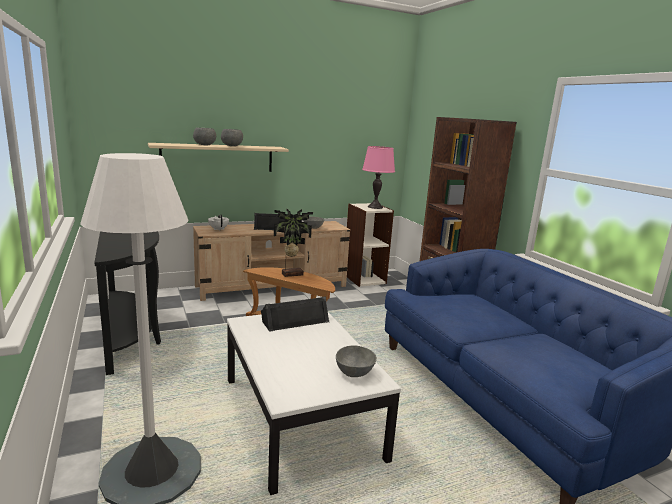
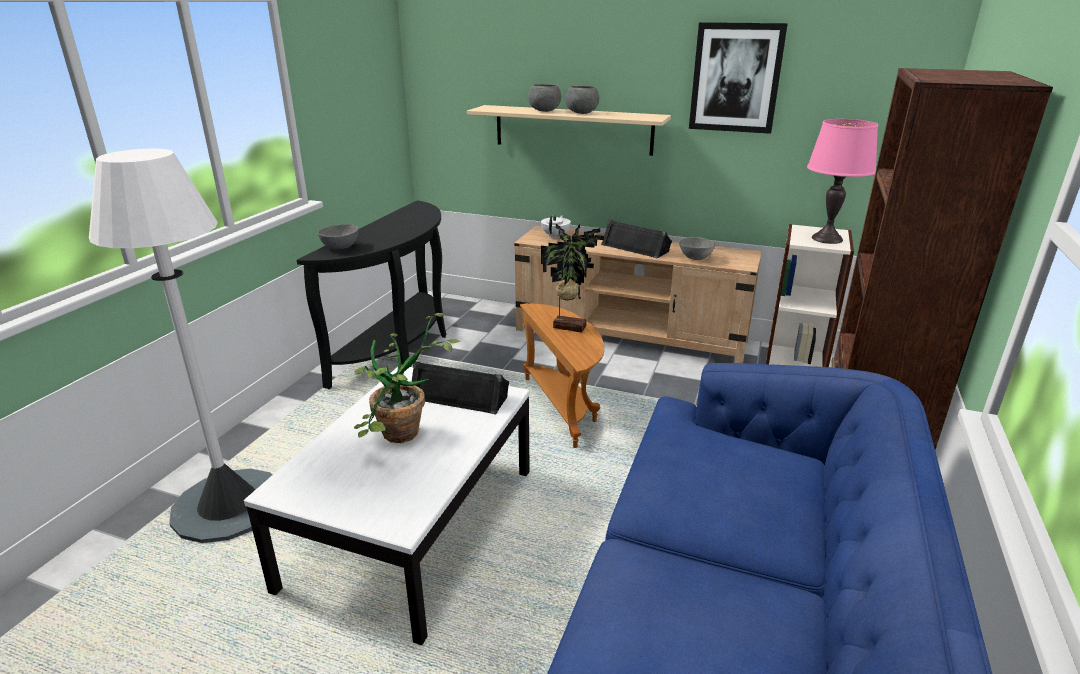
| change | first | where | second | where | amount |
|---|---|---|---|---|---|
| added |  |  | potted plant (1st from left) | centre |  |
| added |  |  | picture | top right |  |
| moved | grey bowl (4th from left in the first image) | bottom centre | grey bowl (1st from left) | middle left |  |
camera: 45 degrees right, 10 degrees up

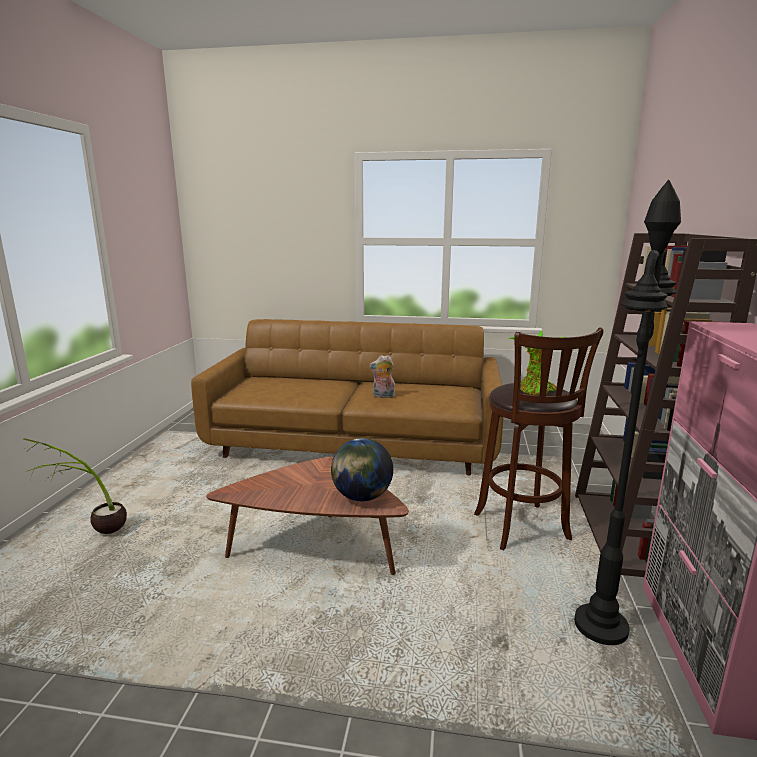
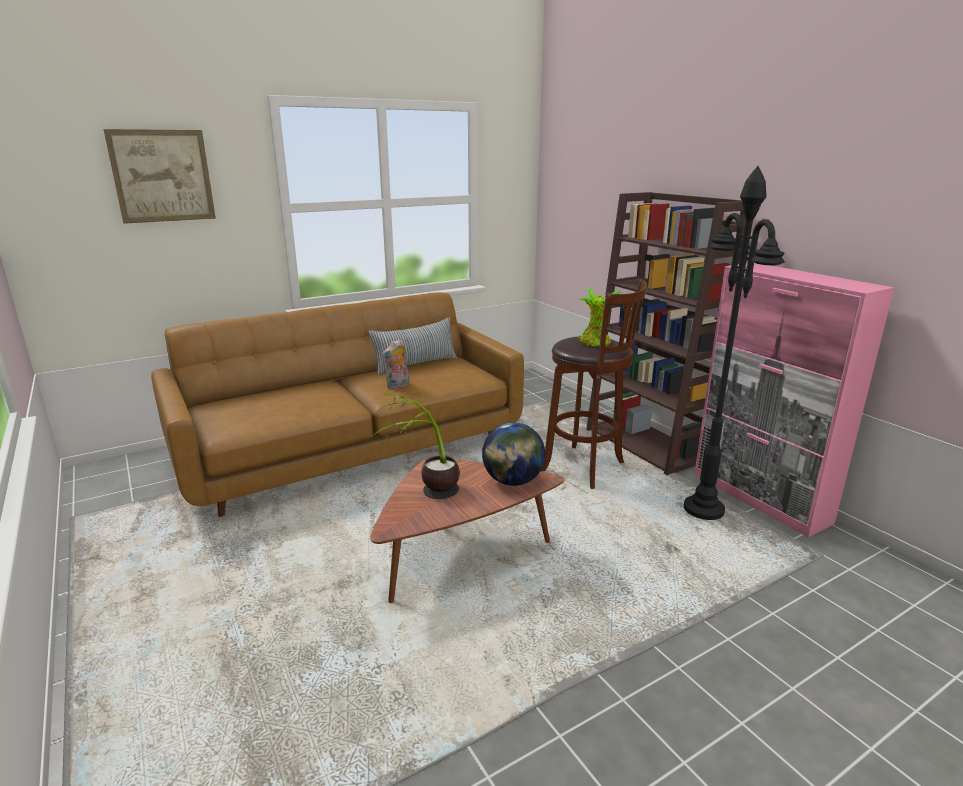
| change | first | where | second | where | amount |
|---|---|---|---|---|---|
| added |  |  | picture | top left |  |
| added |  |  | pillow | centre |  |
| moved | potted plant (1st from left) | middle left |  | centre |  |
camera: 40 degrees left, 5 degrees up

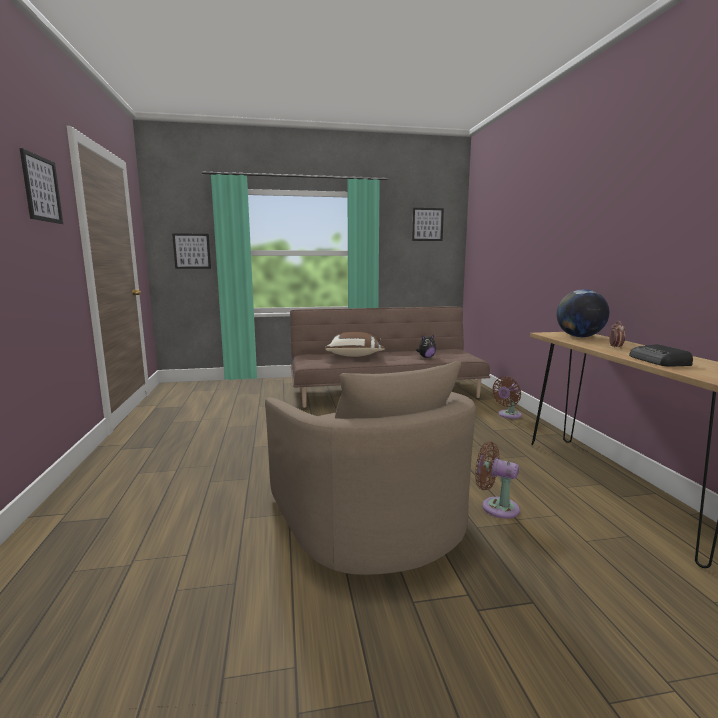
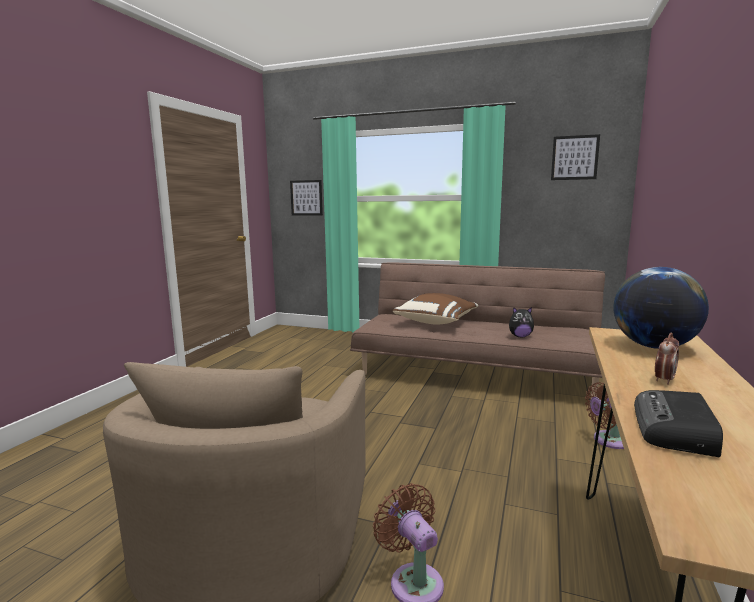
| change | first | where | second | where | amount |
|---|---|---|---|---|---|
| removed | picture (1st from left) | top left |  |  |  |
camera: 30 degrees right, 0 degrees up

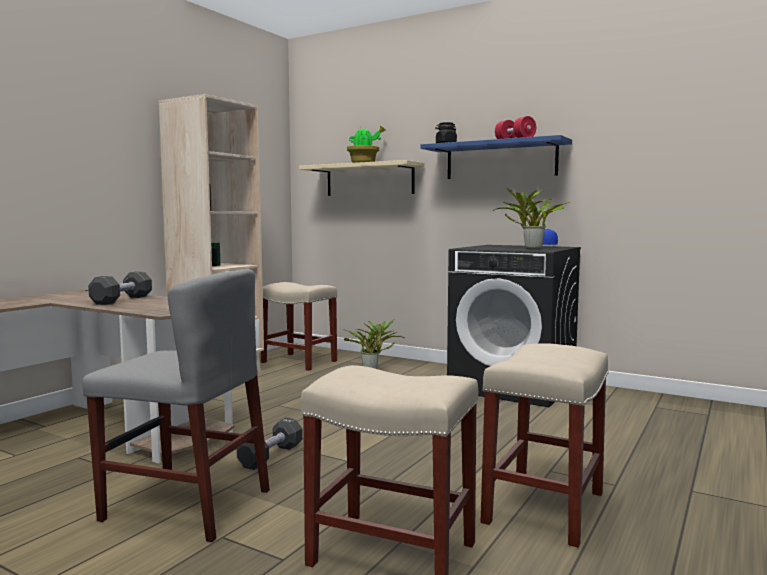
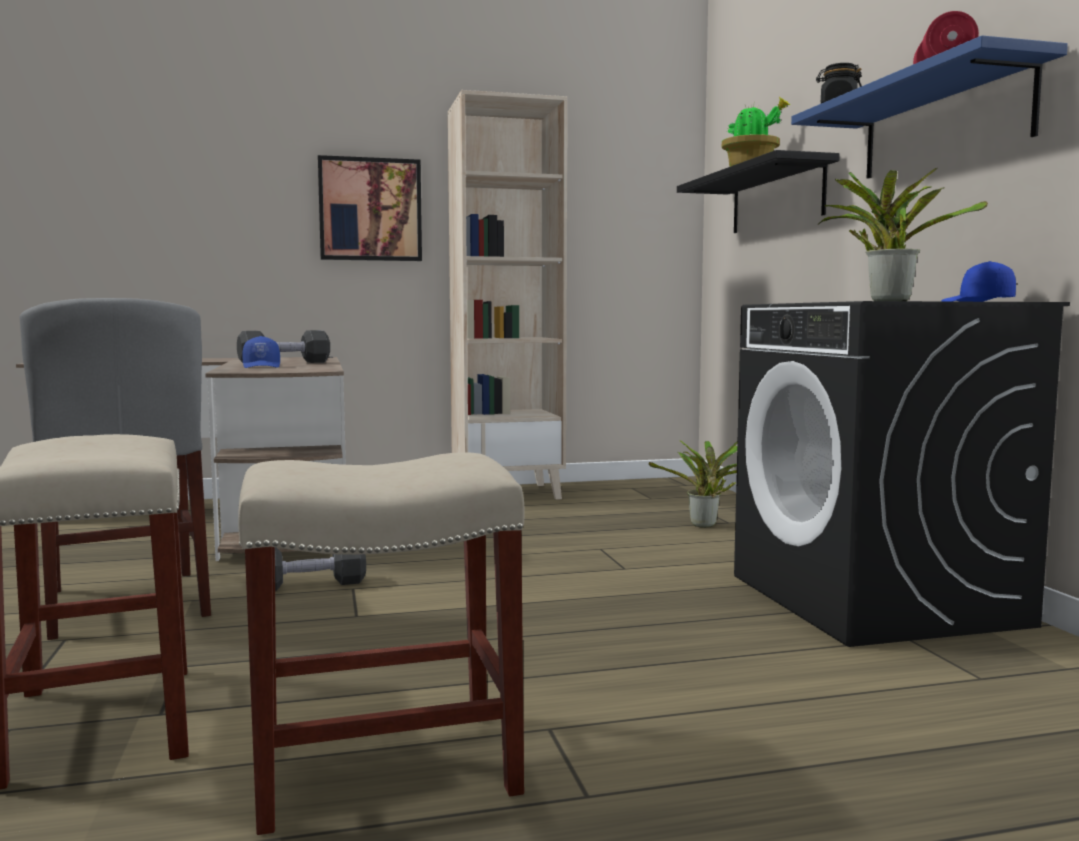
| change | first | where | second | where | amount |
|---|---|---|---|---|---|
| removed | beige stool (1st from left) | centre |  |  |  |
| added |  |  | blue cap (1st from left) | middle left |  |
| added |  |  | picture | top centre |  |
| recoloured | beige shelf | top centre | black shelf | top right |  |
camera: 45 degrees right, 0 degrees up

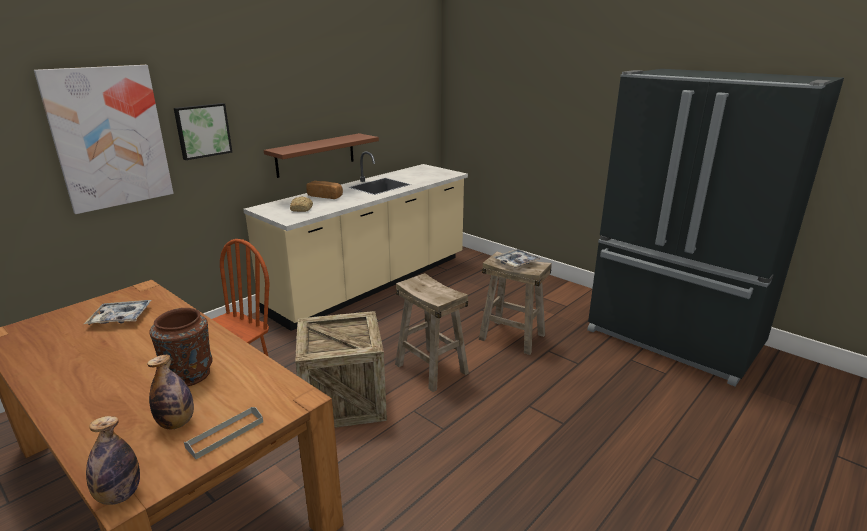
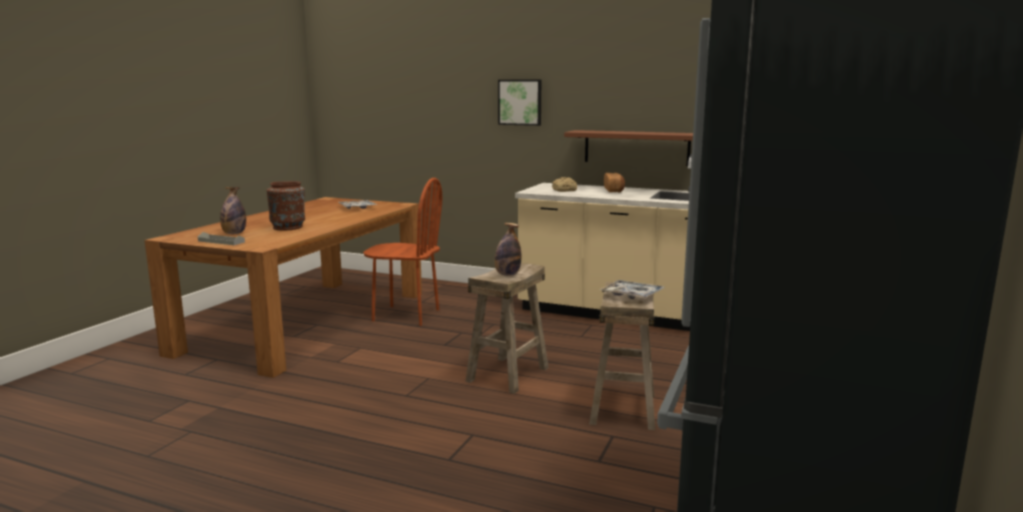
| change | first | where | second | where | amount |
|---|---|---|---|---|---|
| removed | picture (1st from left) | top left |  |  |  |
| removed | crate | bottom centre |  |  |  |
| moved | bottle (1st from left in the first image) | bottom left | bottle (2nd from left) | centre |  |
camera: 70 degrees right, 10 degrees down

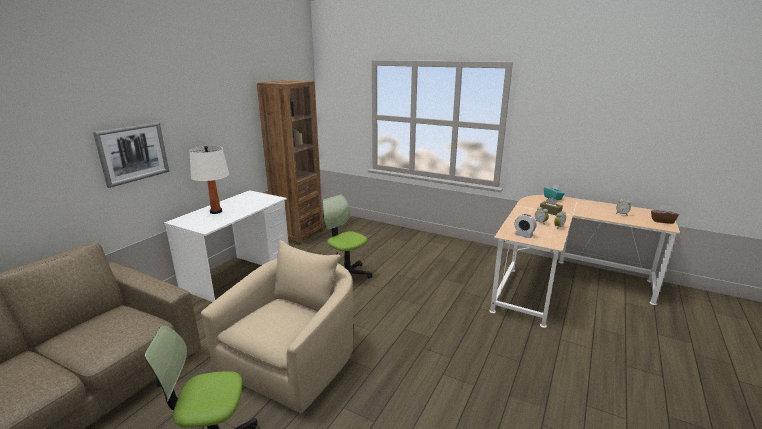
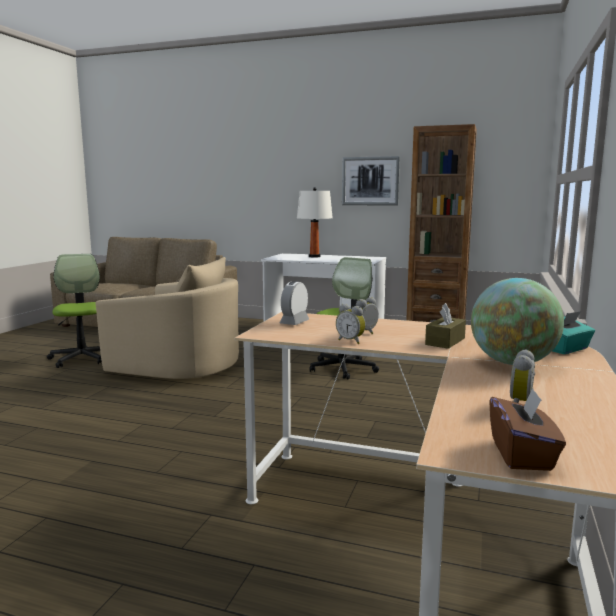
| change | first | where | second | where | amount |
|---|---|---|---|---|---|
| added |  |  | globe | middle right |  |
| moved | picture | middle left |  | top centre |  |
camera: 80 degrees right, 10 degrees down

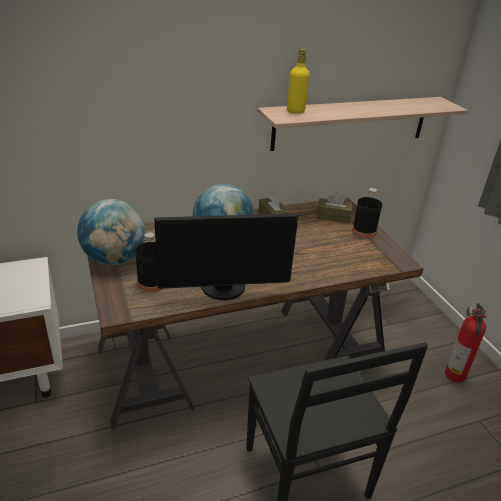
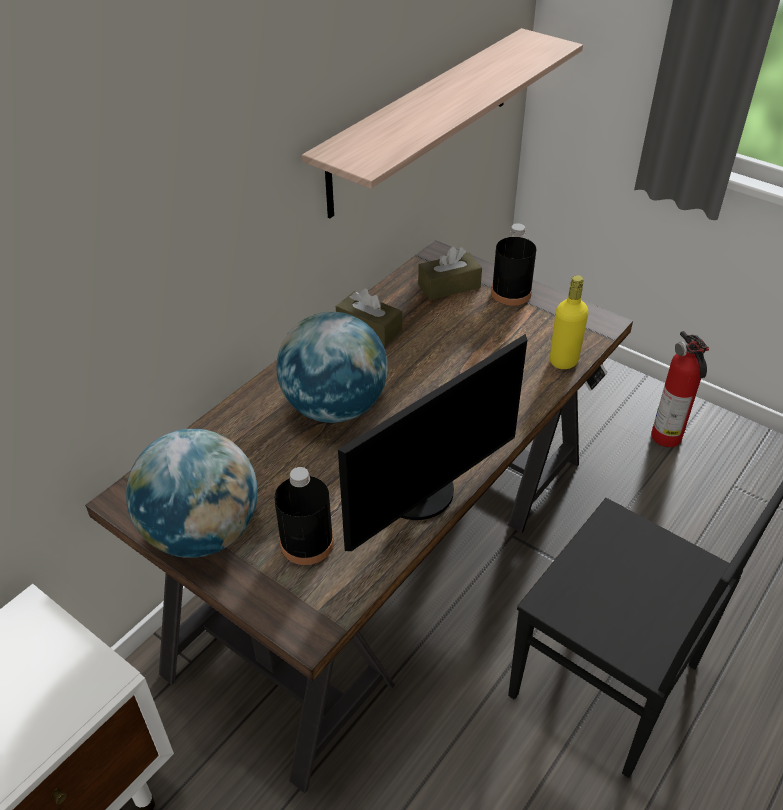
| change | first | where | second | where | amount |
|---|---|---|---|---|---|
| moved | yellow bottle | top centre |  | middle right |  |
camera: 30 degrees left, 10 degrees up

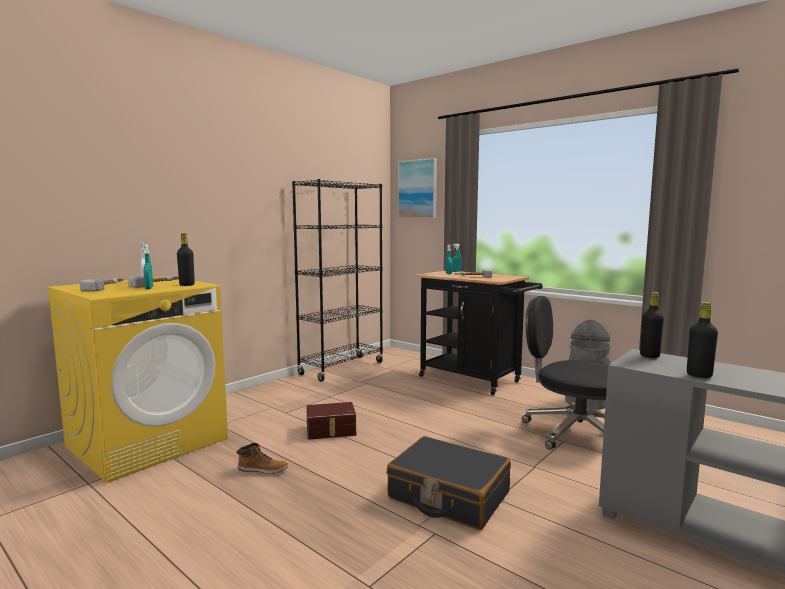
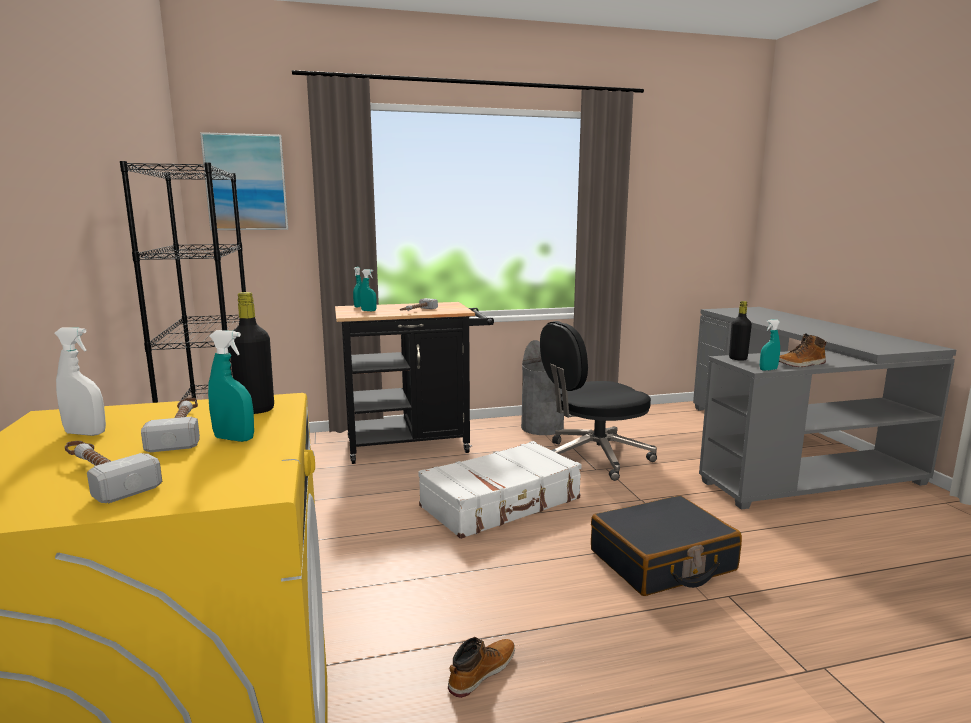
| change | first | where | second | where | amount |
|---|---|---|---|---|---|
| removed | brown storage box | bottom centre |  |  |  |
| added |  |  | white suitcase | bottom centre |  |
| added |  |  | turquoise spray bottle (4th from left) | middle right |  |
| replaced | black bottle (3rd from left) | middle right | boot (2nd from left) | middle right |  |
camera: 55 degrees left, 5 degrees up

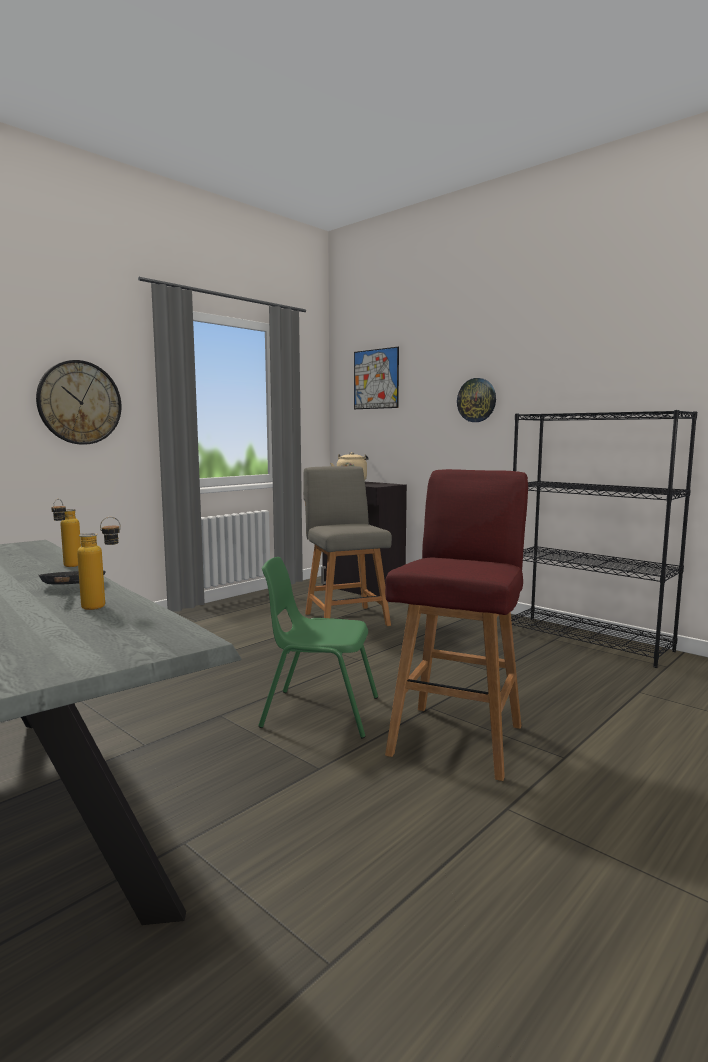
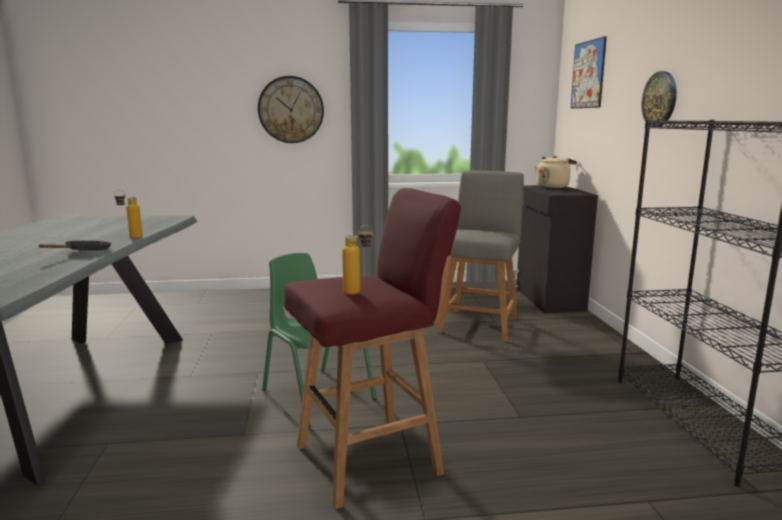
| change | first | where | second | where | amount |
|---|---|---|---|---|---|
| moved | bottle (2nd from left) | middle left |  | centre |  |
camera: 40 degrees right, 5 degrees up

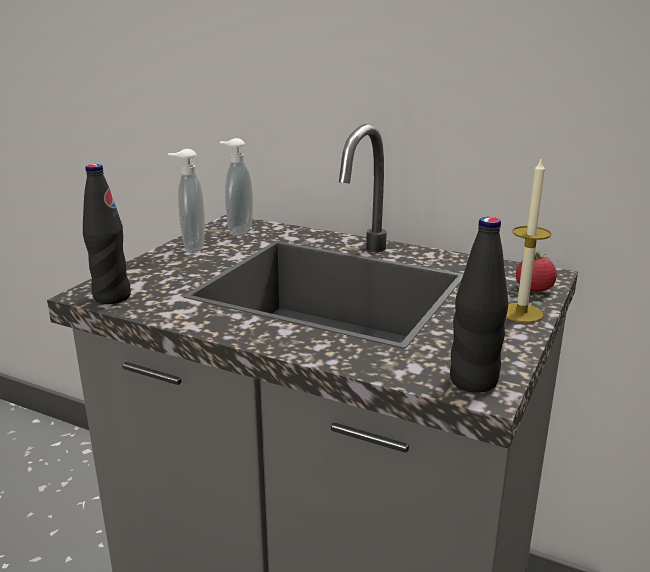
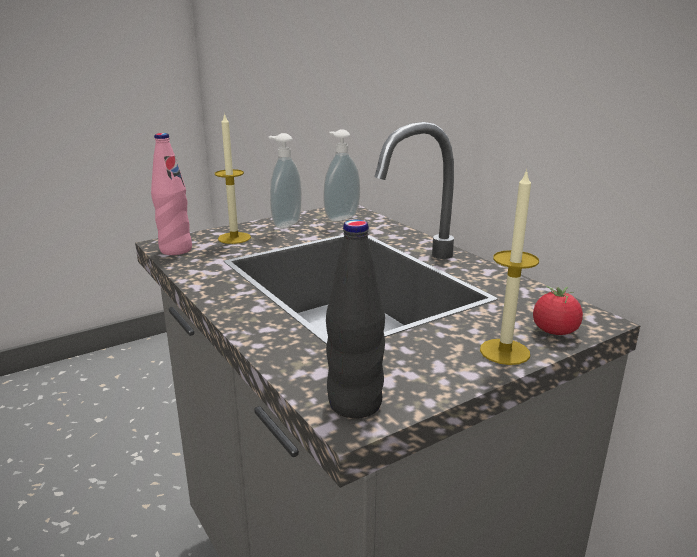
| change | first | where | second | where | amount |
|---|---|---|---|---|---|
| added |  |  | candle (1st from left) | top centre |  |
| recoloured | black bottle (1st from left) | middle left | pink bottle | middle left |  |
camera: 30 degrees right, 0 degrees up

